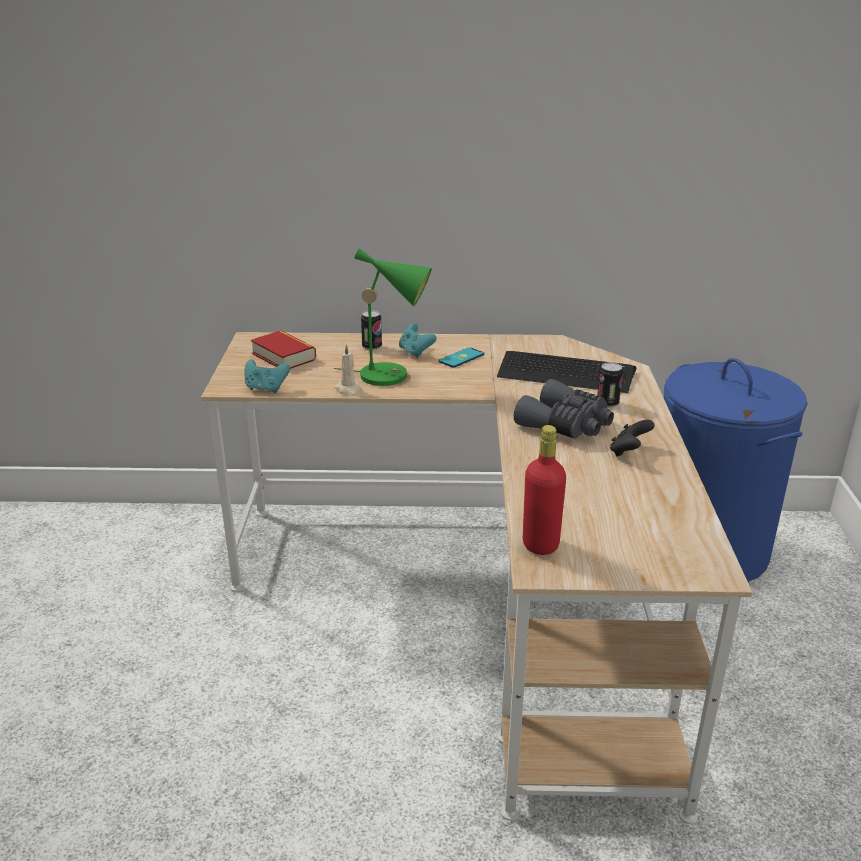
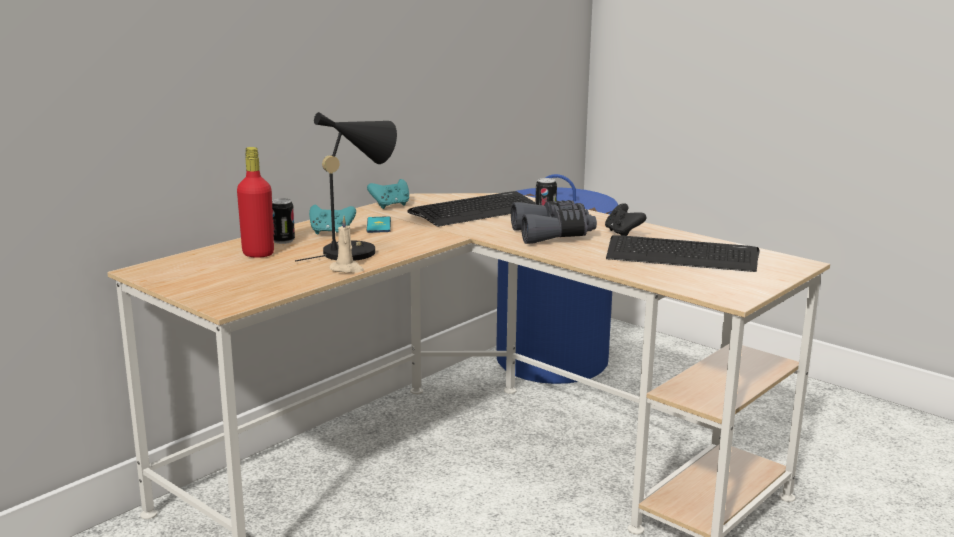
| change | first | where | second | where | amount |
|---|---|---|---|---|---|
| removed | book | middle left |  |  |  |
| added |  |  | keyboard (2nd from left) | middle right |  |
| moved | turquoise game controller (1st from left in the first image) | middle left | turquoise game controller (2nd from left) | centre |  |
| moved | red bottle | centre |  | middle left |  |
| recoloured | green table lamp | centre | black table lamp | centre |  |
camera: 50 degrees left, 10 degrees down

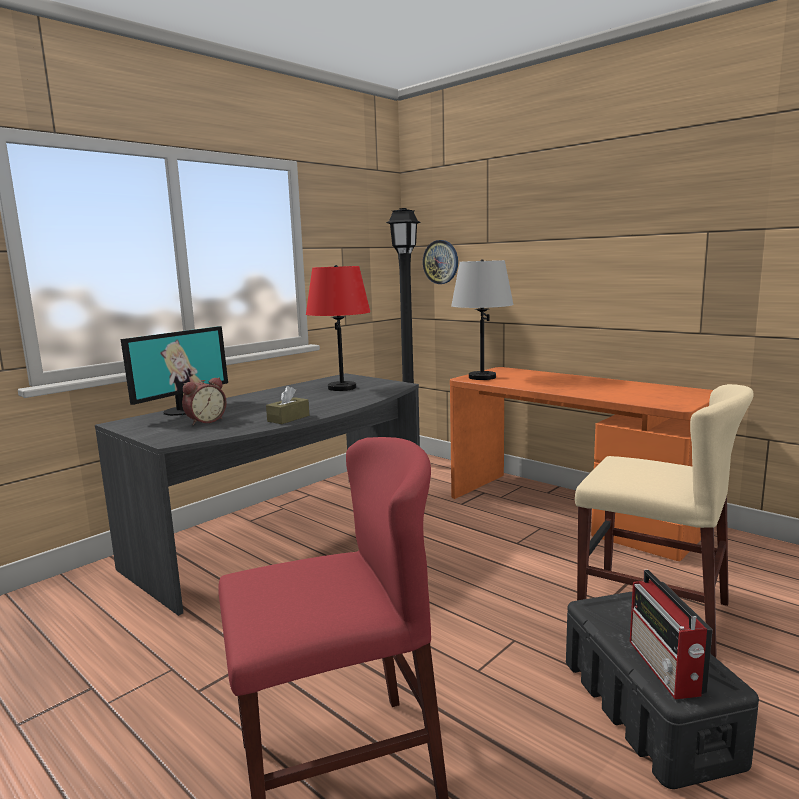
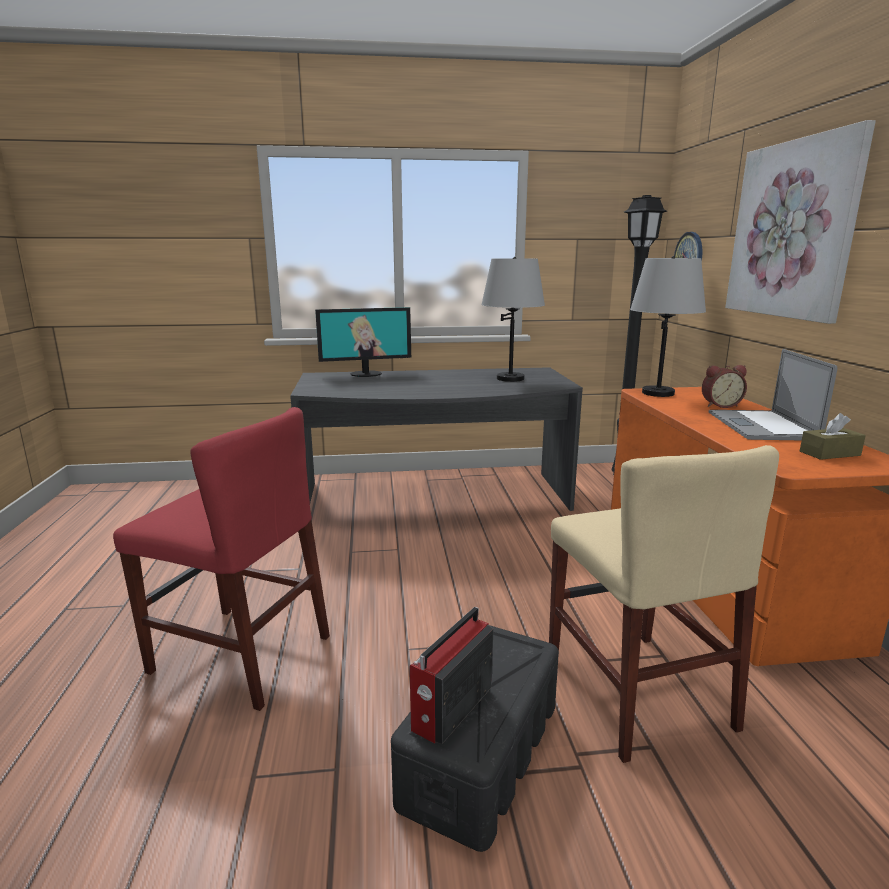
| change | first | where | second | where | amount |
|---|---|---|---|---|---|
| added |  |  | laptop | middle right |  |
| added |  |  | picture | top right |  |
| moved | alarm clock | middle left |  | middle right |  |
| moved | brown tissue box | centre |  | middle right |  |
| recoloured | red table lamp | centre | grey table lamp (1st from left) | centre |  |
camera: 40 degrees right, 5 degrees up

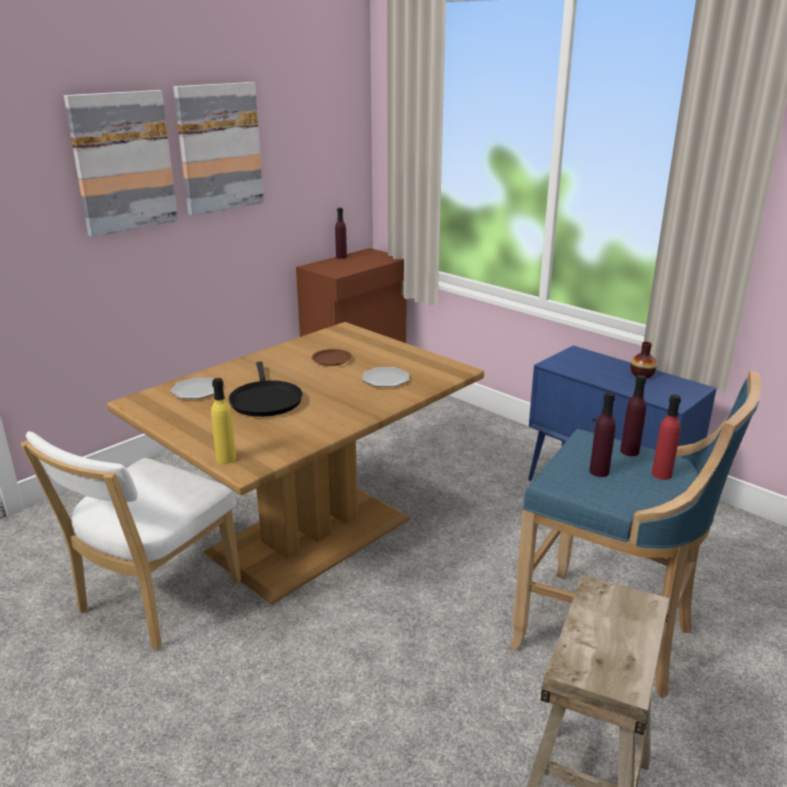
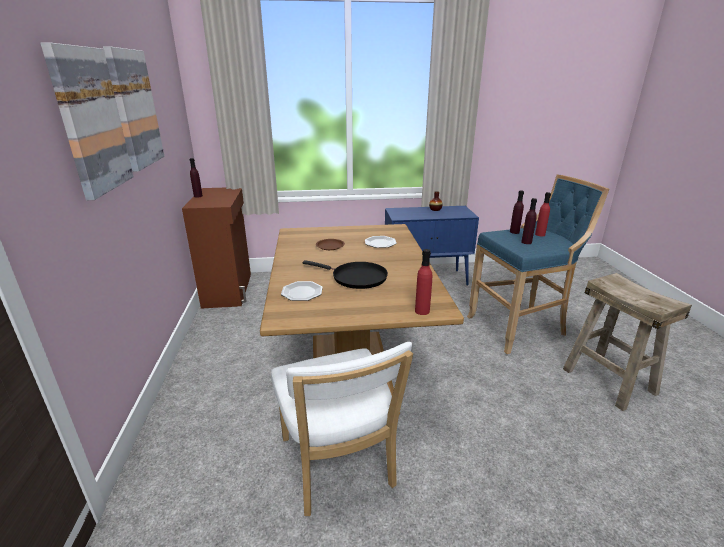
| change | first | where | second | where | amount |
|---|---|---|---|---|---|
| recoloured | yellow bottle | middle left | red bottle (1st from left) | centre |  |
camera: 50 degrees left, 0 degrees up

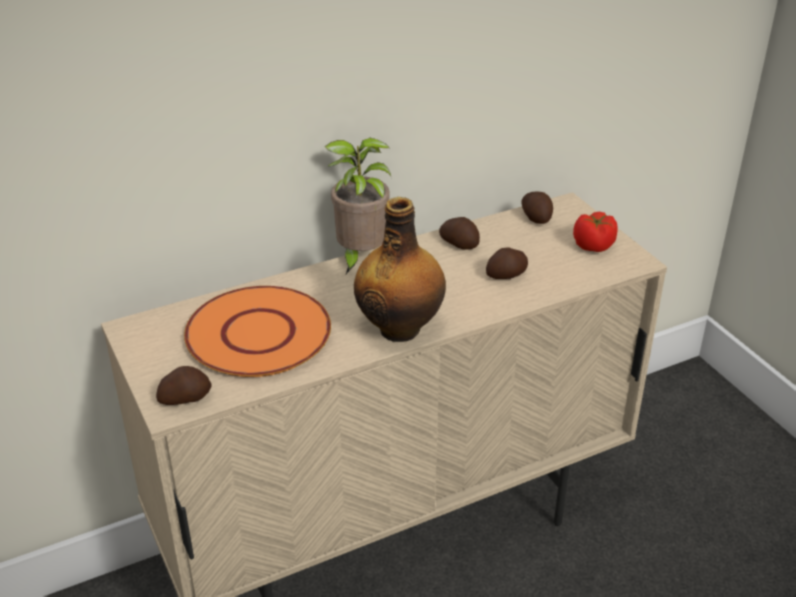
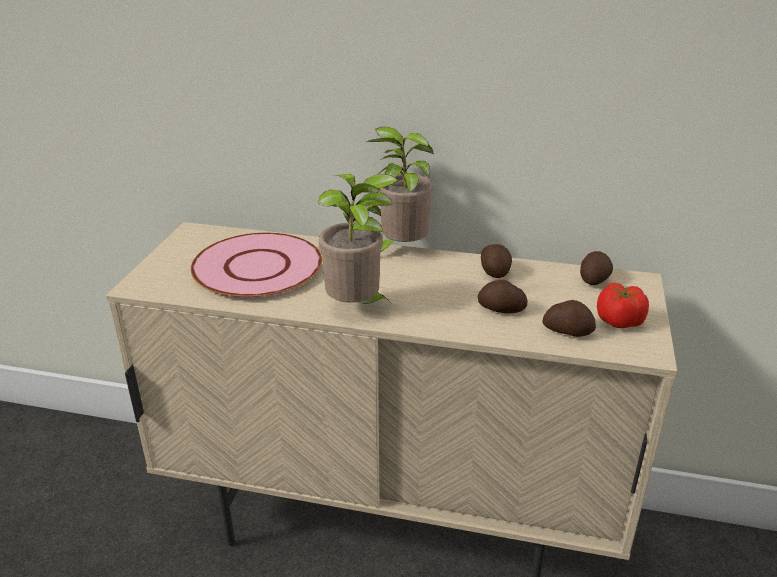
| change | first | where | second | where | amount |
|---|---|---|---|---|---|
| moved | potato (1st from left in the first image) | middle left | potato (3rd from left) | middle right |  |
| replaced | bottle | centre | potted plant (1st from left) | centre |  |
| recoloured | orange plate | middle left | pink plate | middle left |  |
camera: 40 degrees right, 5 degrees down

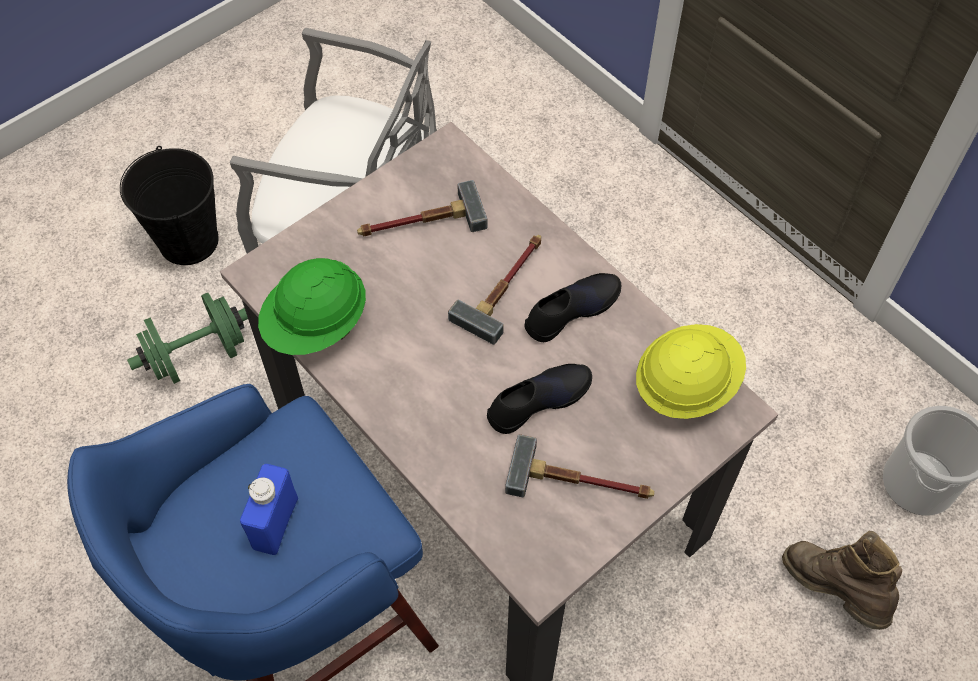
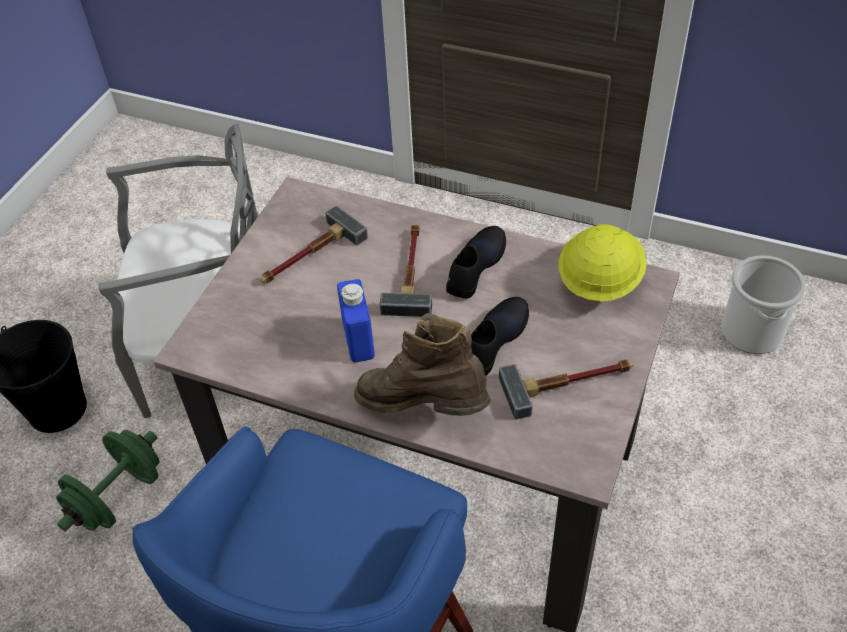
| change | first | where | second | where | amount |
|---|---|---|---|---|---|
| removed | green hard hat | middle left |  |  |  |
| moved | blue bottle | bottom left |  | centre |  |
| moved | brown boot | bottom right |  | centre |  |
camera: 25 degrees left, 10 degrees down

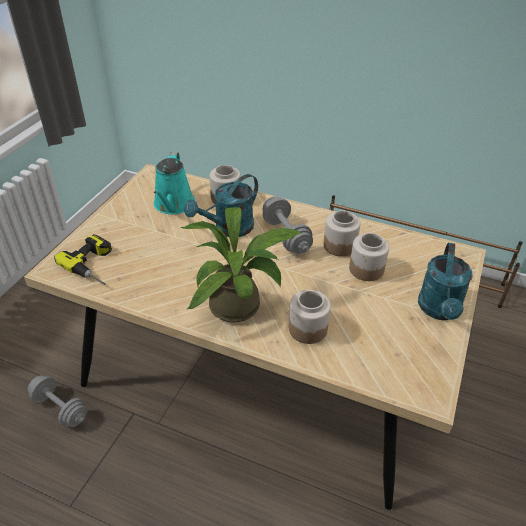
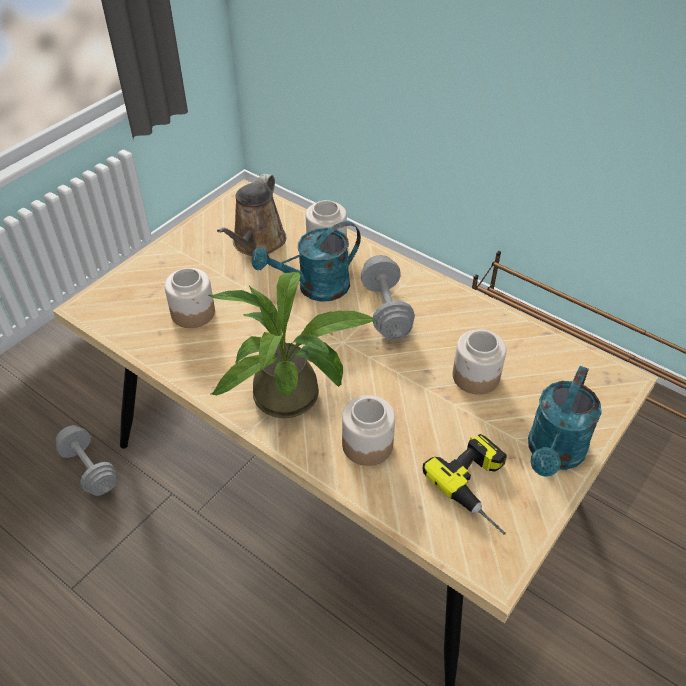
| change | first | where | second | where | amount |
|---|---|---|---|---|---|
| moved | power drill | middle left |  | bottom right |  |
| moved | jar (3rd from left in the first image) | centre | jar (1st from left) | middle left |  |
| recoloured | turquoise watering can (1st from left) | middle left | brown watering can | top centre |  |
camera: 15 degrees right, 5 degrees up

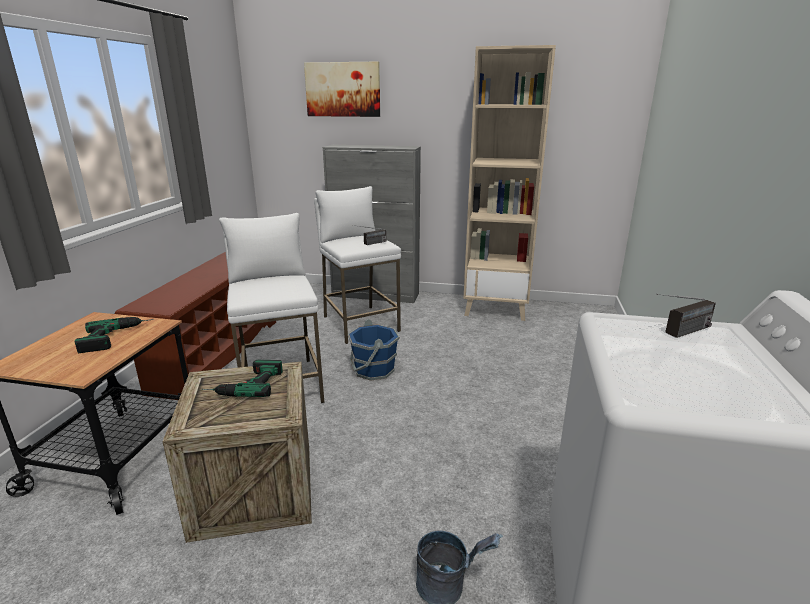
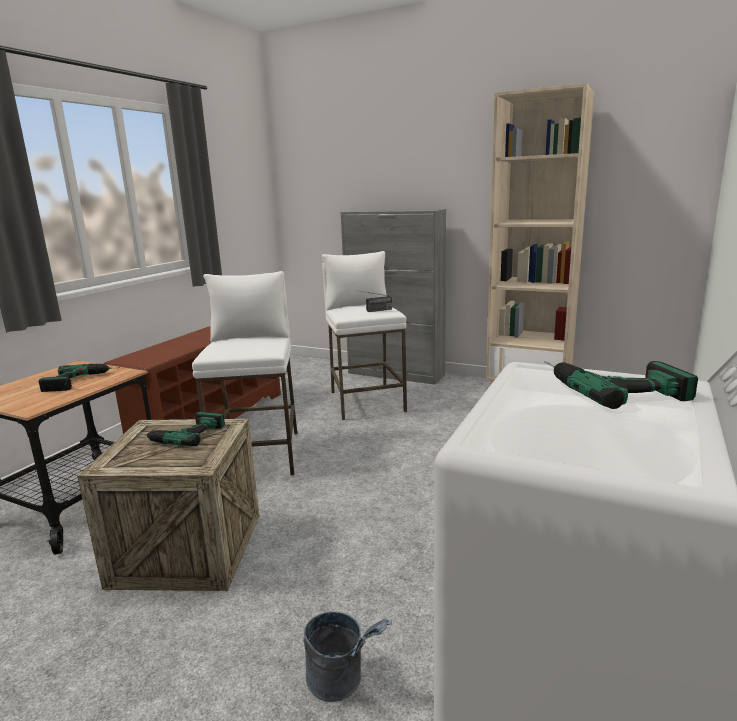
| change | first | where | second | where | amount |
|---|---|---|---|---|---|
| removed | picture | top centre |  |  |  |
| removed | blue bucket | centre |  |  |  |
| replaced | radio (2nd from left) | middle right | power drill (3rd from left) | middle right |  |
camera: 15 degrees right, 5 degrees down

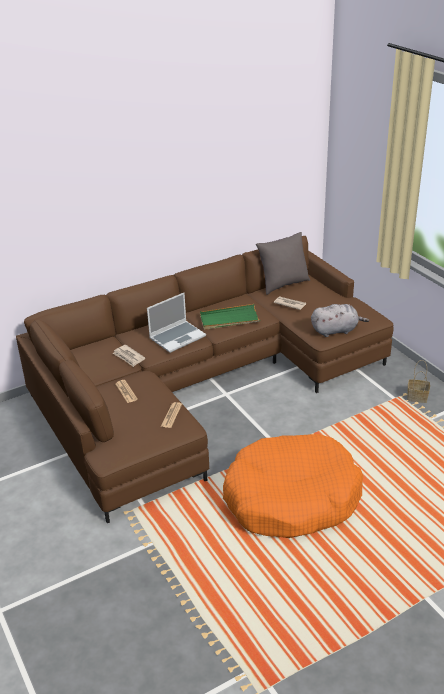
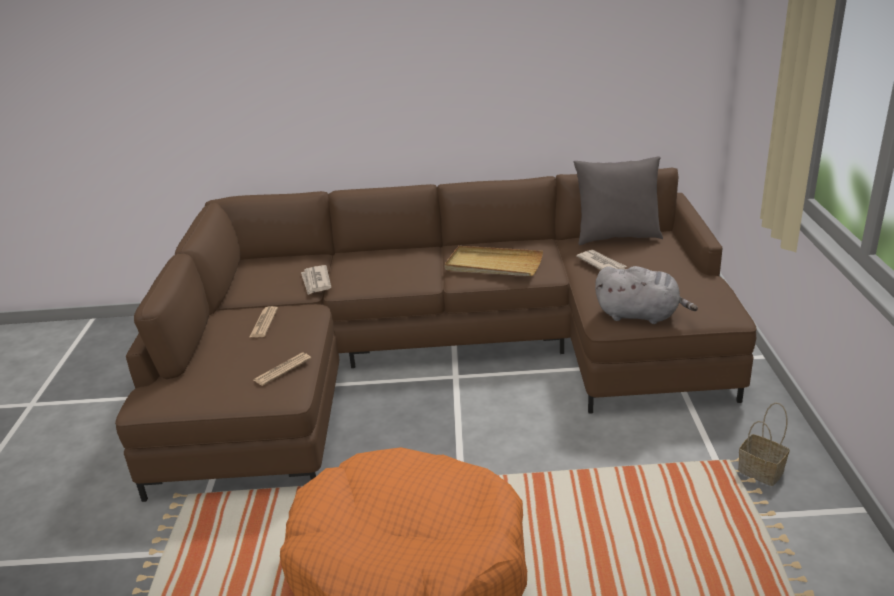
| change | first | where | second | where | amount |
|---|---|---|---|---|---|
| removed | laptop | centre |  |  |  |
| recoloured | green tray | centre | beige tray | centre |  |
camera: 30 degrees right, 5 degrees down

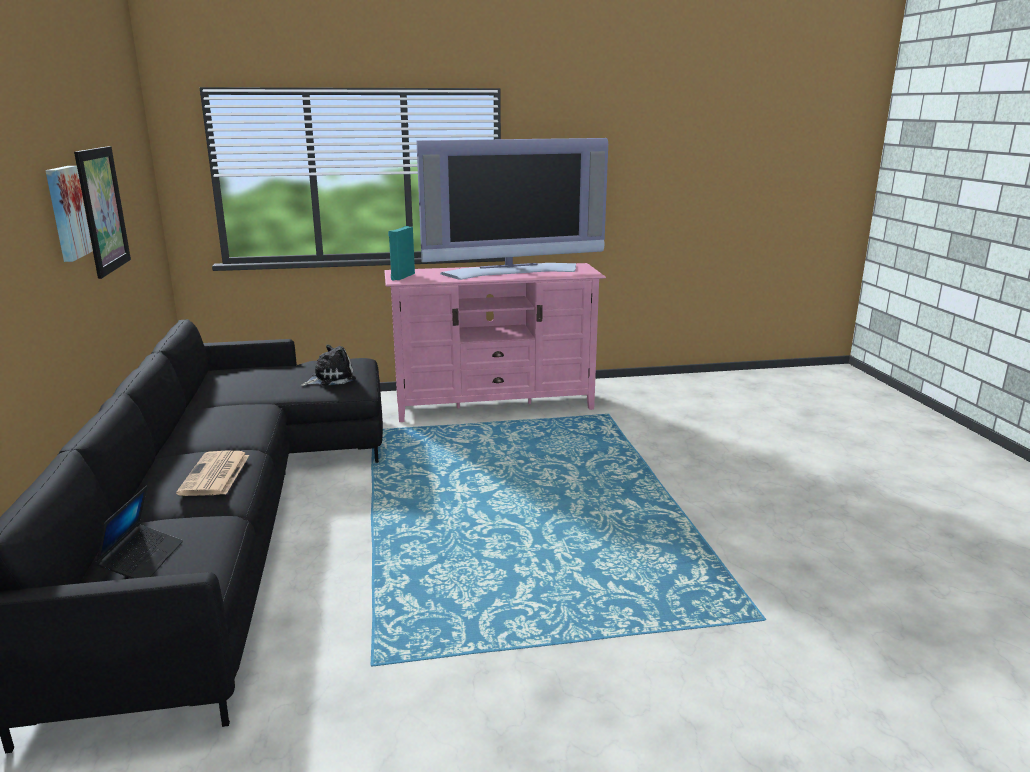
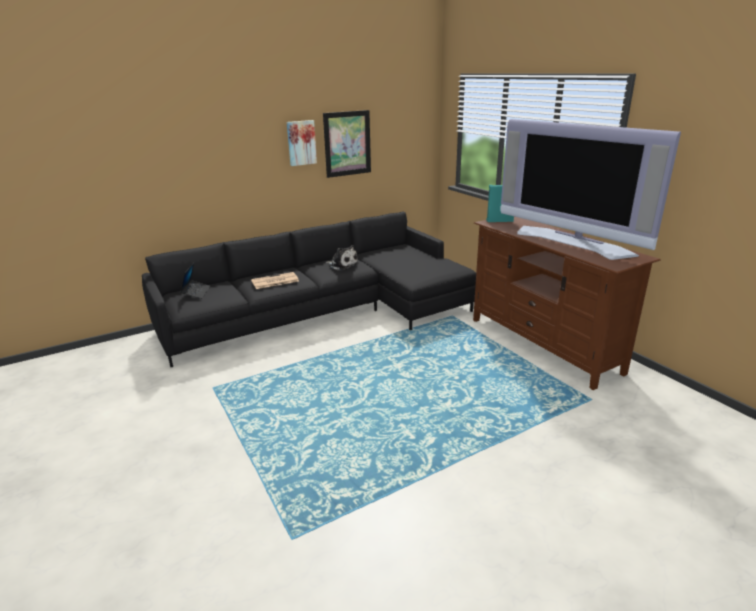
| change | first | where | second | where | amount |
|---|---|---|---|---|---|
| moved | plush toy | middle left |  | centre |  |
| recoloured | pink tv stand | centre | brown tv stand | middle right |  |
| turned | laptop | bottom left |  | middle left | 75 degrees counterclockwise |
camera: 70 degrees right, 5 degrees up

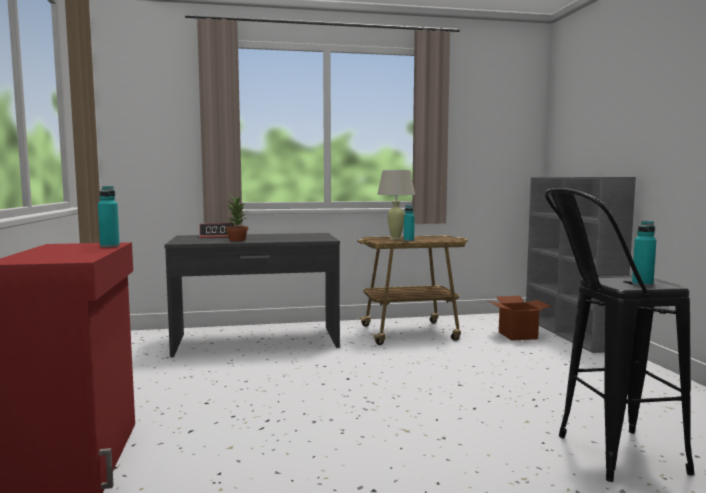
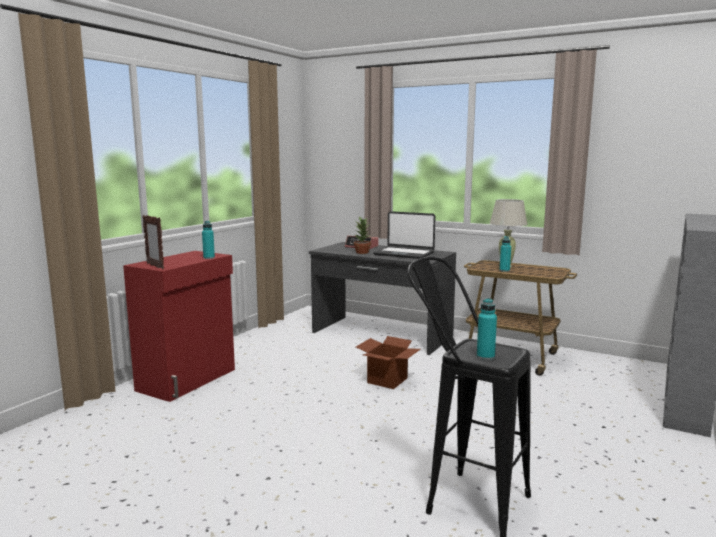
| change | first | where | second | where | amount |
|---|---|---|---|---|---|
| added |  |  | picture frame | middle left |  |
| added |  |  | laptop | centre |  |
| moved | cardboard box | middle right |  | bottom centre |  |
camera: 40 degrees right, 5 degrees up

